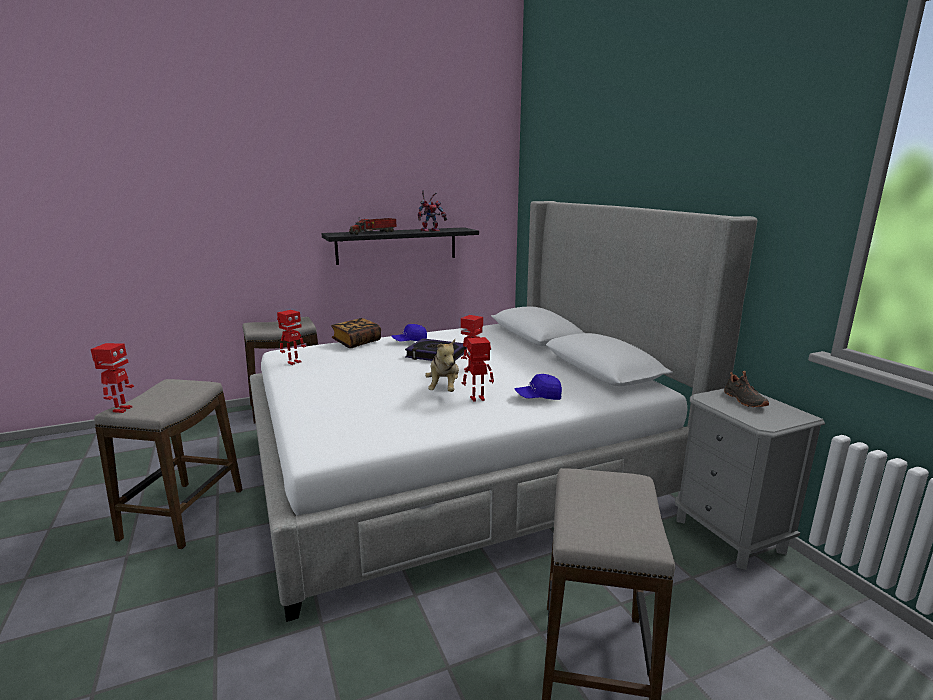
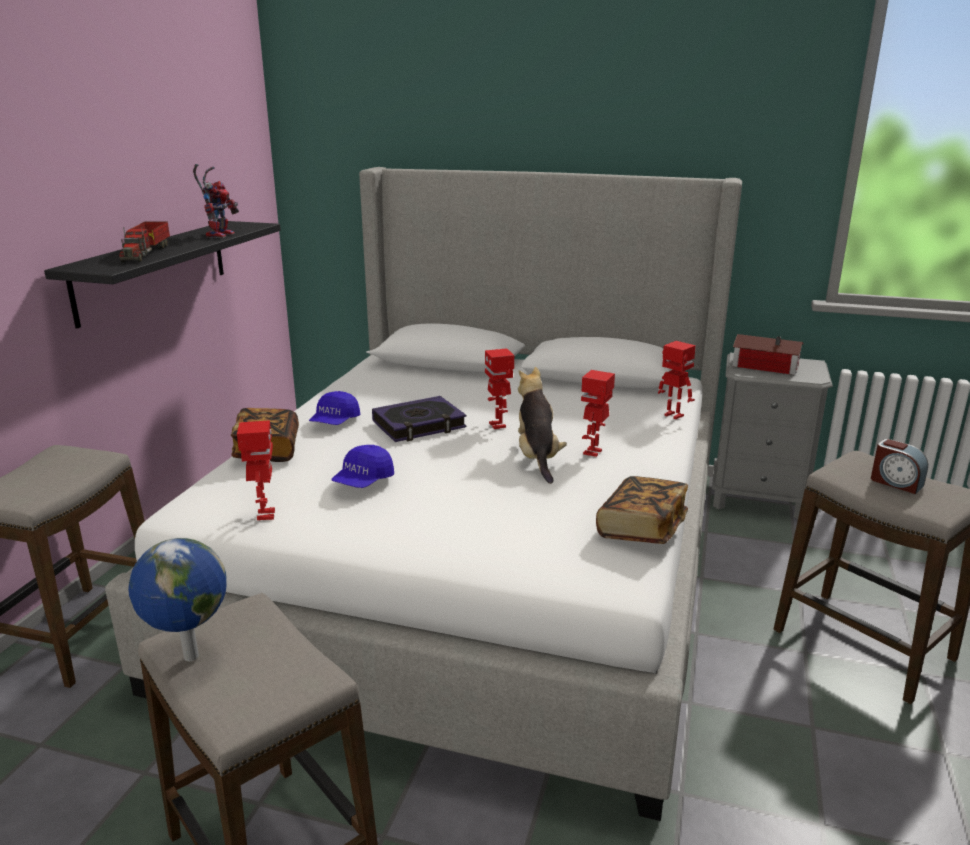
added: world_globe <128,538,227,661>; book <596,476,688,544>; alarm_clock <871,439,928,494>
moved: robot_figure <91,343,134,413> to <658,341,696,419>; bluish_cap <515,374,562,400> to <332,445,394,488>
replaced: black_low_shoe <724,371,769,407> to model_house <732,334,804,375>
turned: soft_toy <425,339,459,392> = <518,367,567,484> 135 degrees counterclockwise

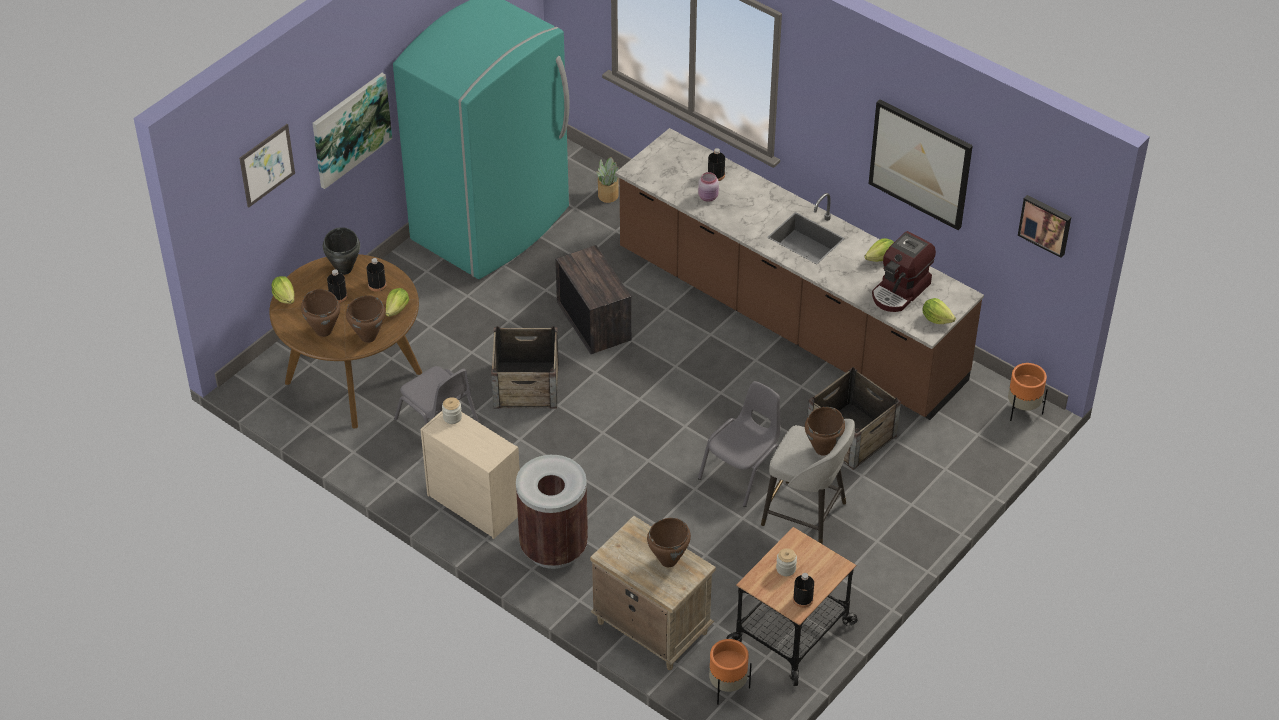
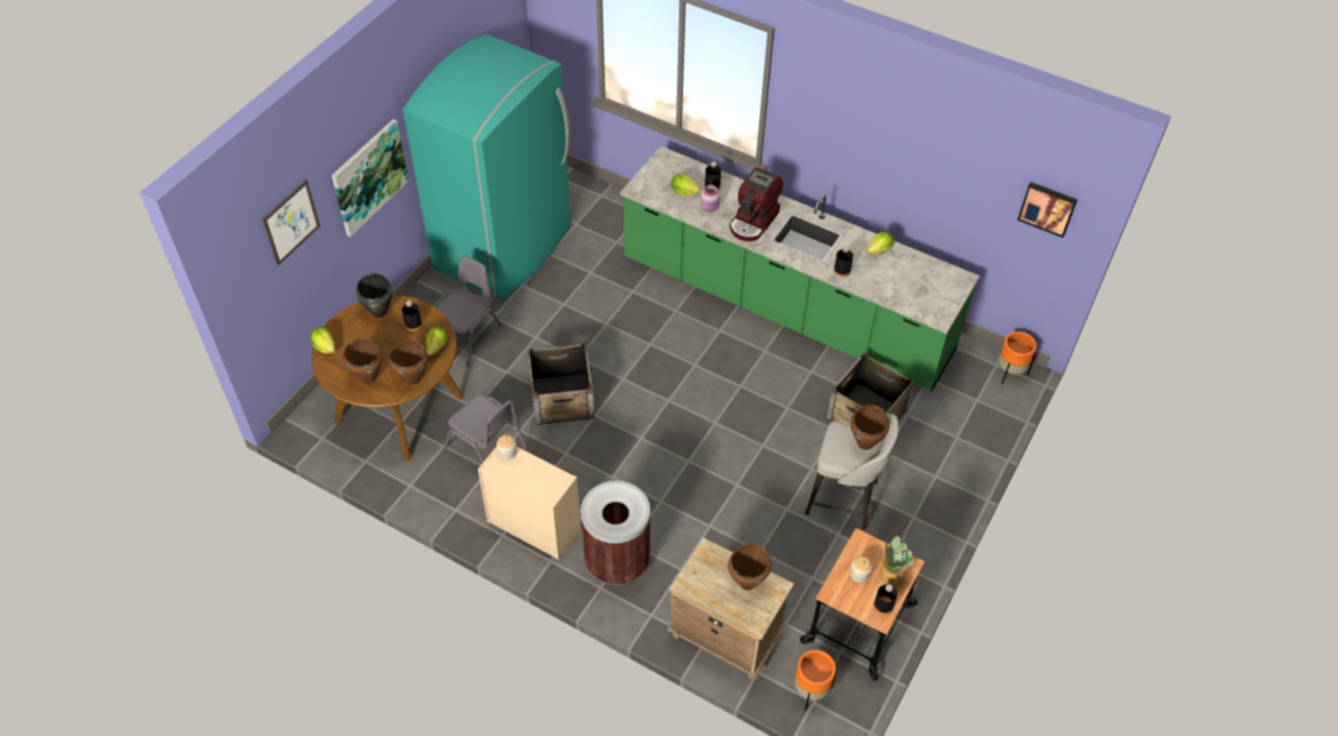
removed: shipping_crate <555,245,631,354>; wall_picture <869,99,973,230>
moved: black_drink_bottle <327,269,347,303> to <834,246,853,277>; houseplant <597,157,619,203> to <879,536,914,587>; gray_plain_chair <698,381,781,507> to <433,256,502,366>; coffee_maker <872,231,936,312> to <729,167,783,241>; lettuce <922,298,956,324> to <671,173,700,196>
recoloured: brown_kitchen_counter <615,128,984,420> to green_kitchen_counter <620,146,980,391>

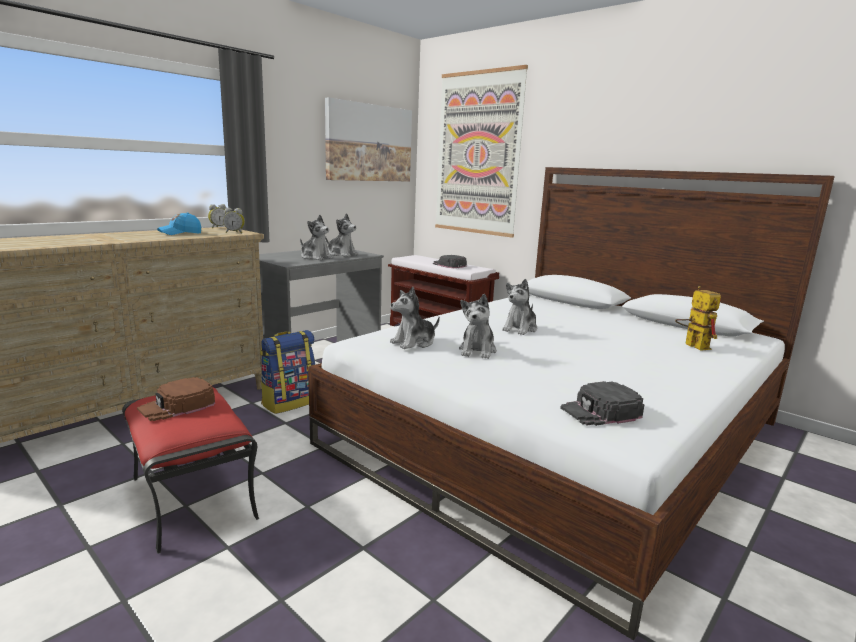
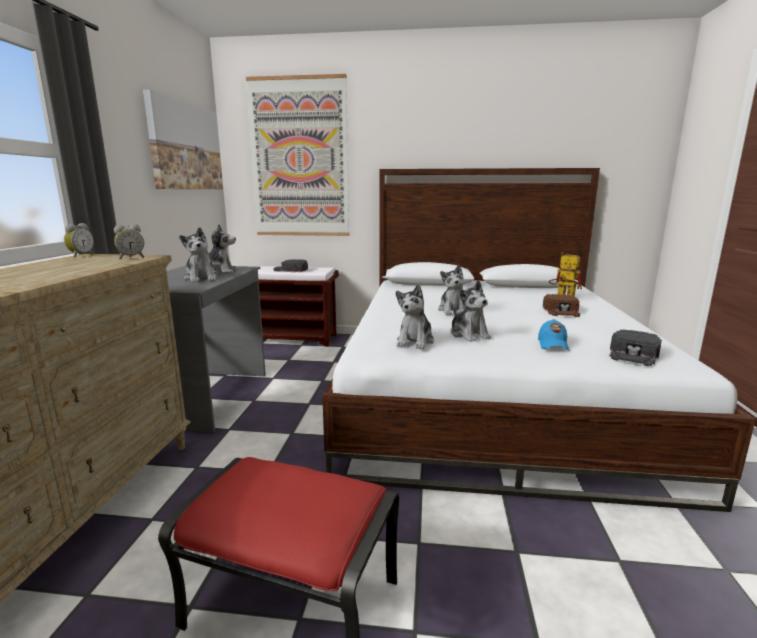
removed: rucksack <260,330,315,414>
moved: brown_cap <137,377,215,421> to <543,294,580,317>; bluish_cap <157,213,201,235> to <538,319,570,351>
turned: soft_toy <300,215,333,260> = <179,227,218,282> 60 degrees clockwise

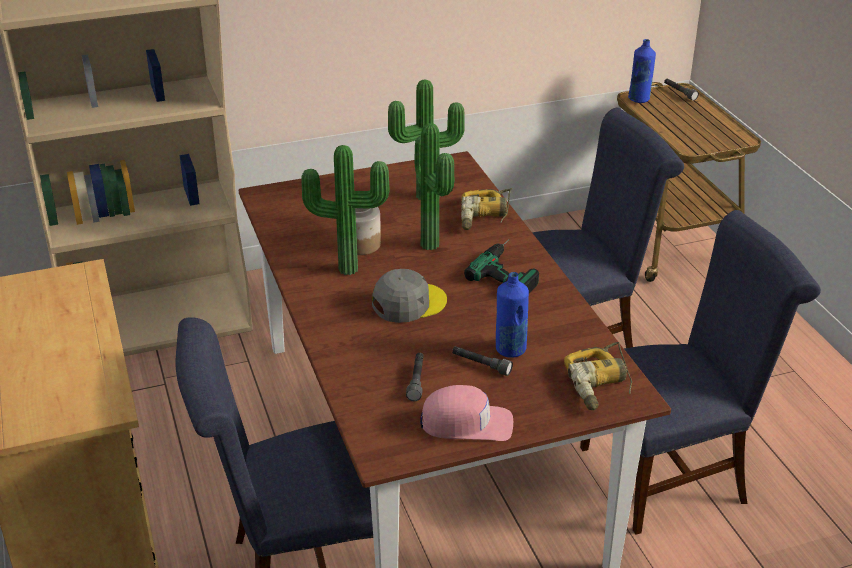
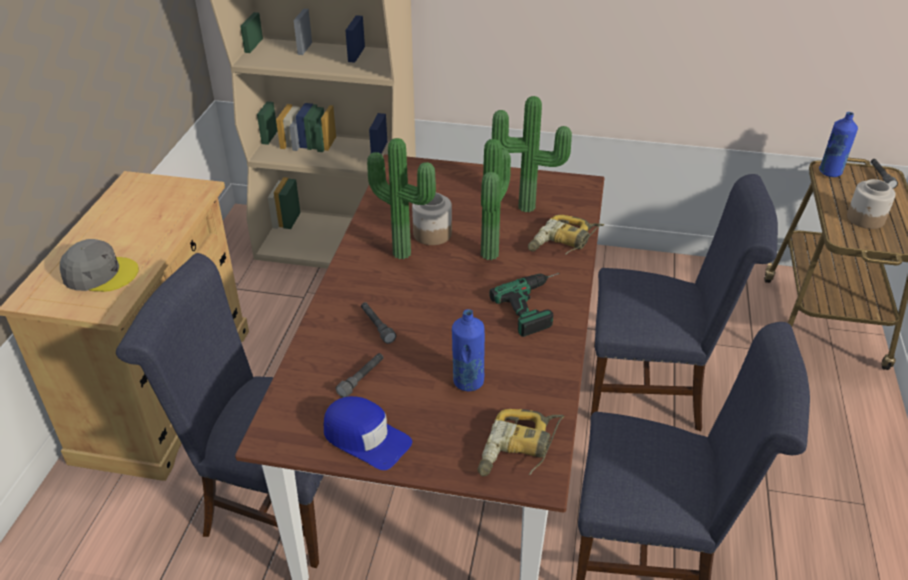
added: preserve_jar <847,179,896,229>
moved: gray_cap <372,269,447,323> to <60,239,139,292>; gray_hand_torch <452,346,513,376> to <361,302,396,344>
recoloured: pink_cap <420,385,513,441> to bluish_cap <323,396,412,470>

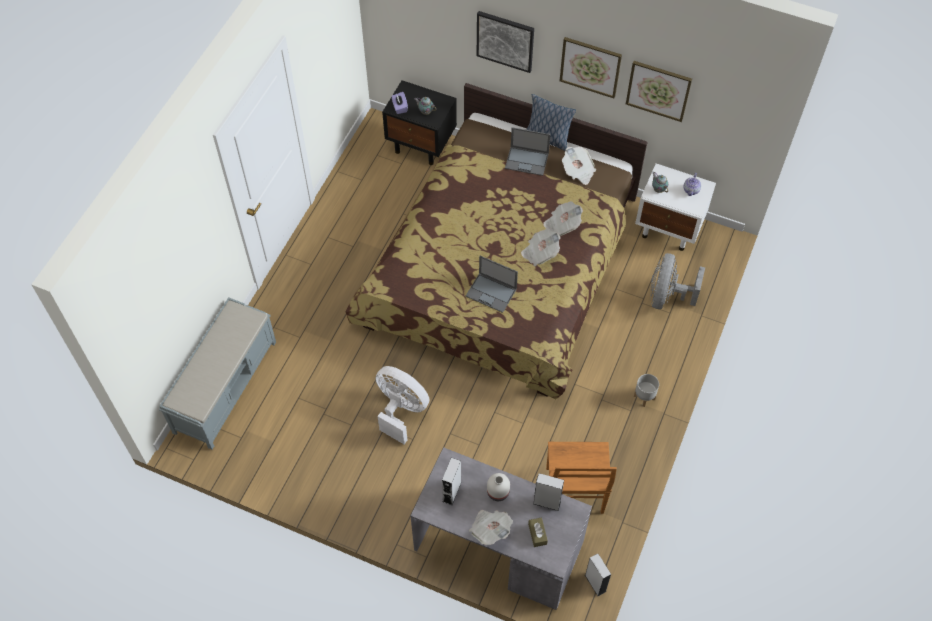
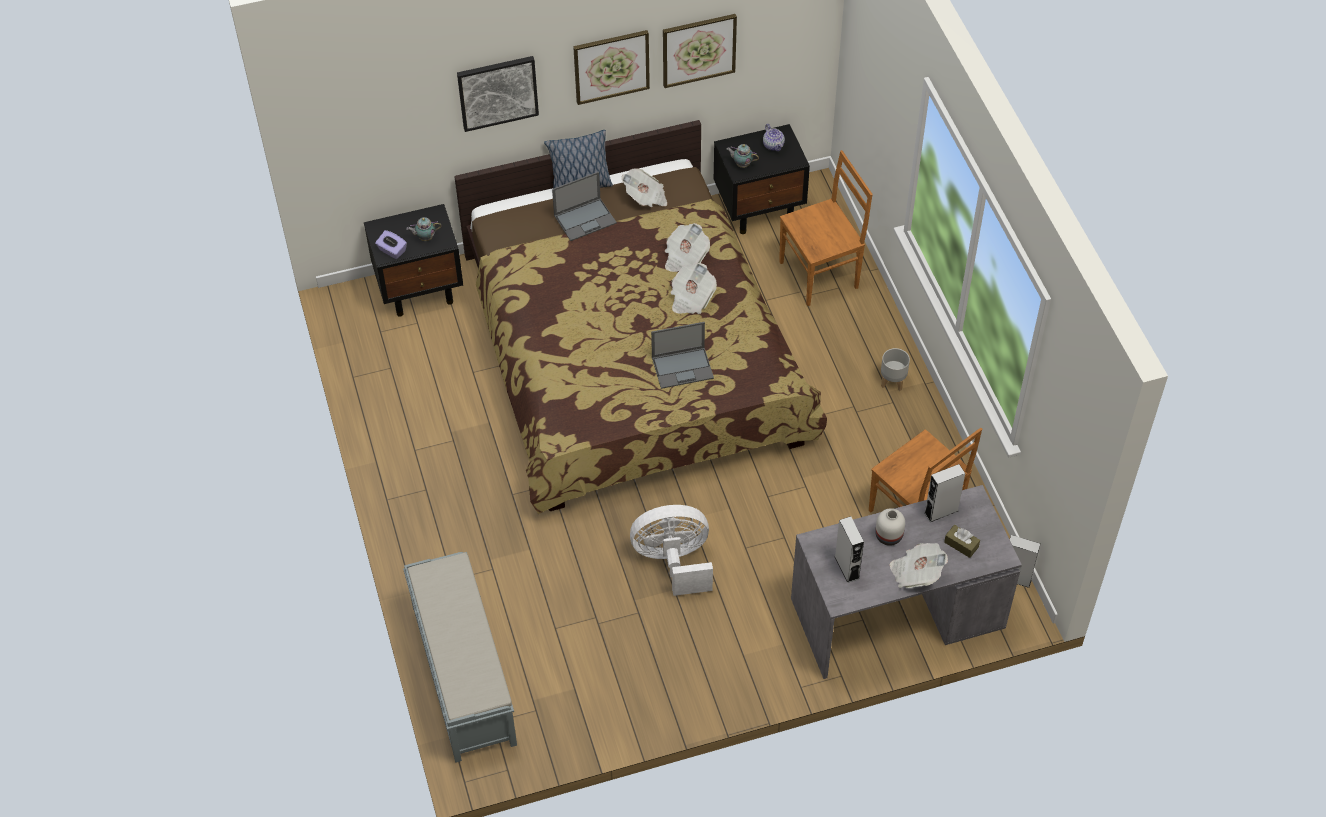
replaced: gray_cooling_fan <650,253,705,309> to brown_plain_chair <779,150,873,306>
recoloured: white_bedside_table <635,164,716,251> to black_bedside_table <714,124,810,234>

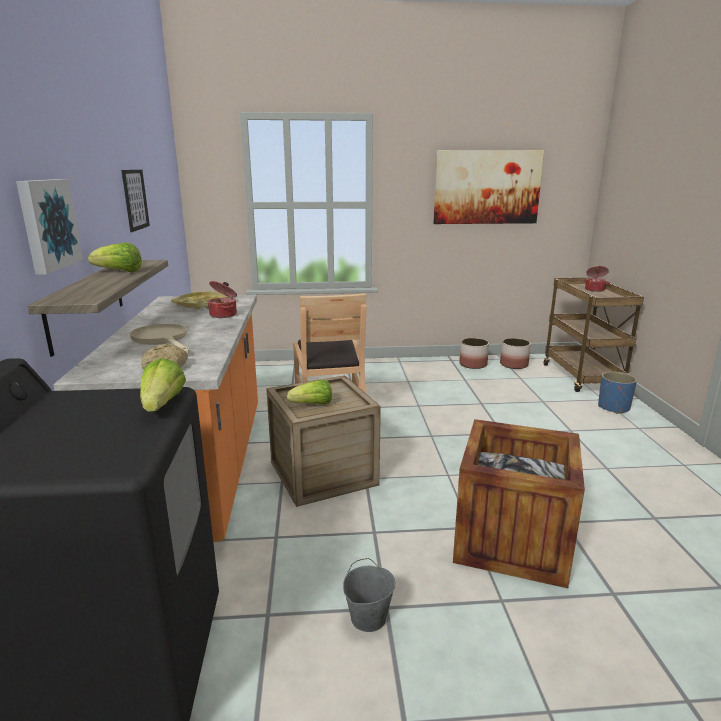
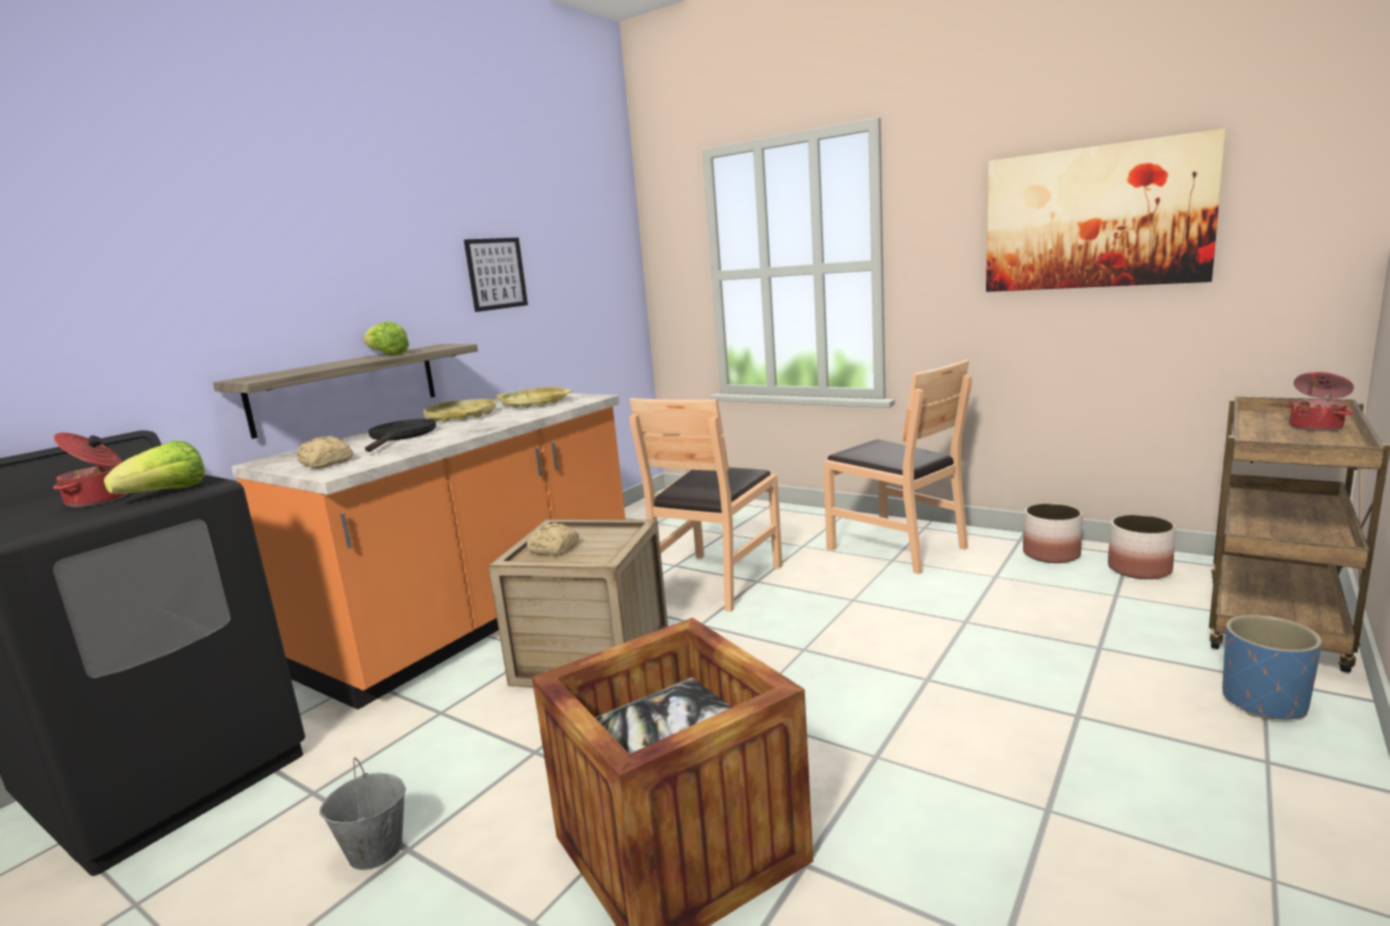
removed: wall_picture <16,179,83,275>
added: yellow_carrying_tray <423,399,496,422>; brown_plain_chair <823,359,972,574>
moved: saucepot <208,281,237,318> to <53,433,128,507>
replaced: lettuce <287,379,332,405> to bread <527,522,579,556>
recoloured: sand-coloured_pan <130,324,190,353> to black_pan <365,419,436,452>

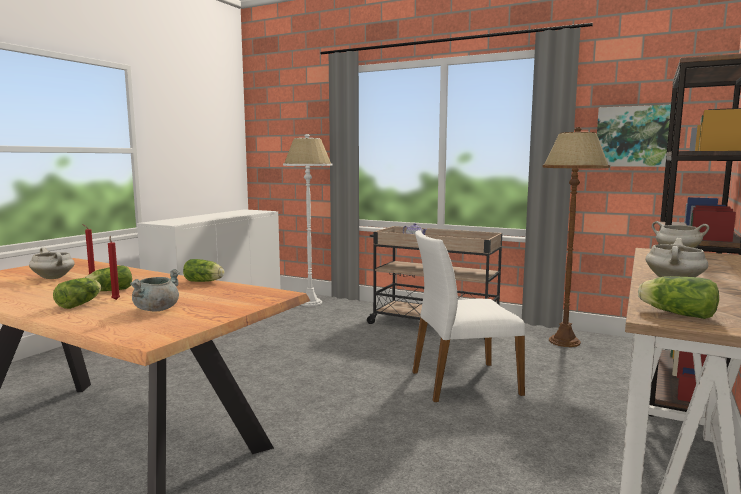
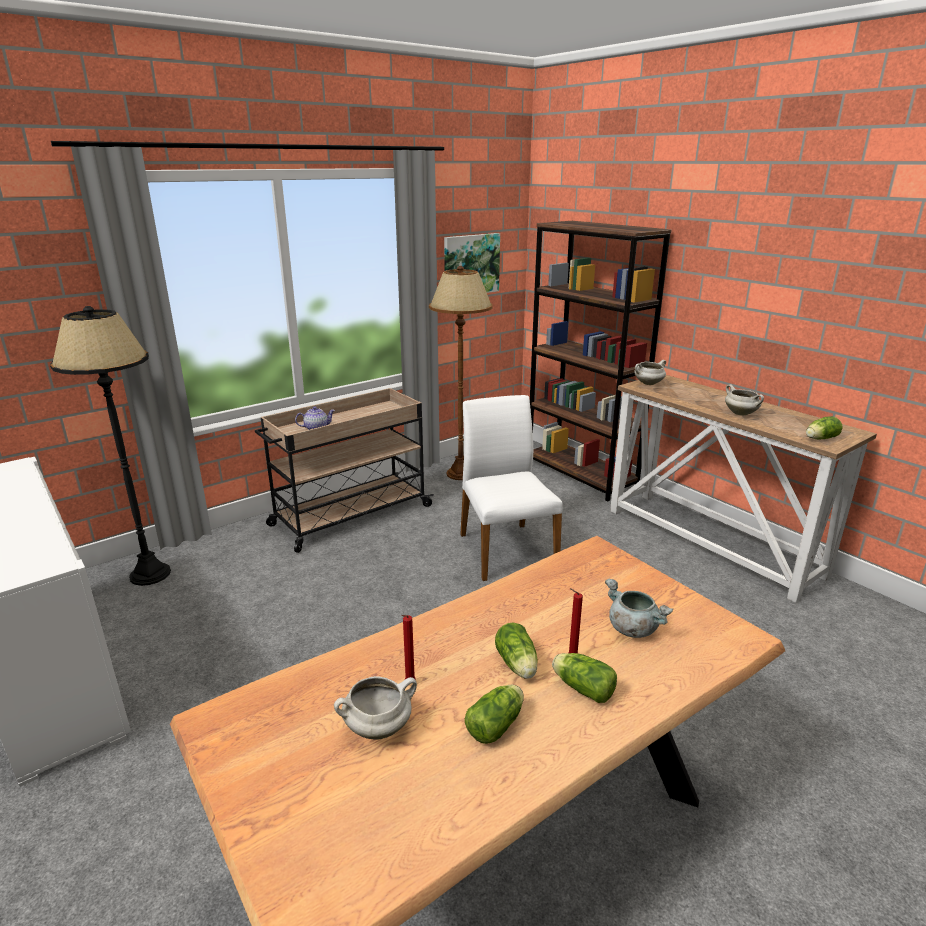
moved: lettuce <183,259,224,282> to <465,685,524,744>
recoloured: white_standing_lamp <283,134,332,306> to black_standing_lamp <50,306,171,586>
turned: white_plain_chair <412,230,525,402> = <460,395,563,581> 150 degrees clockwise

